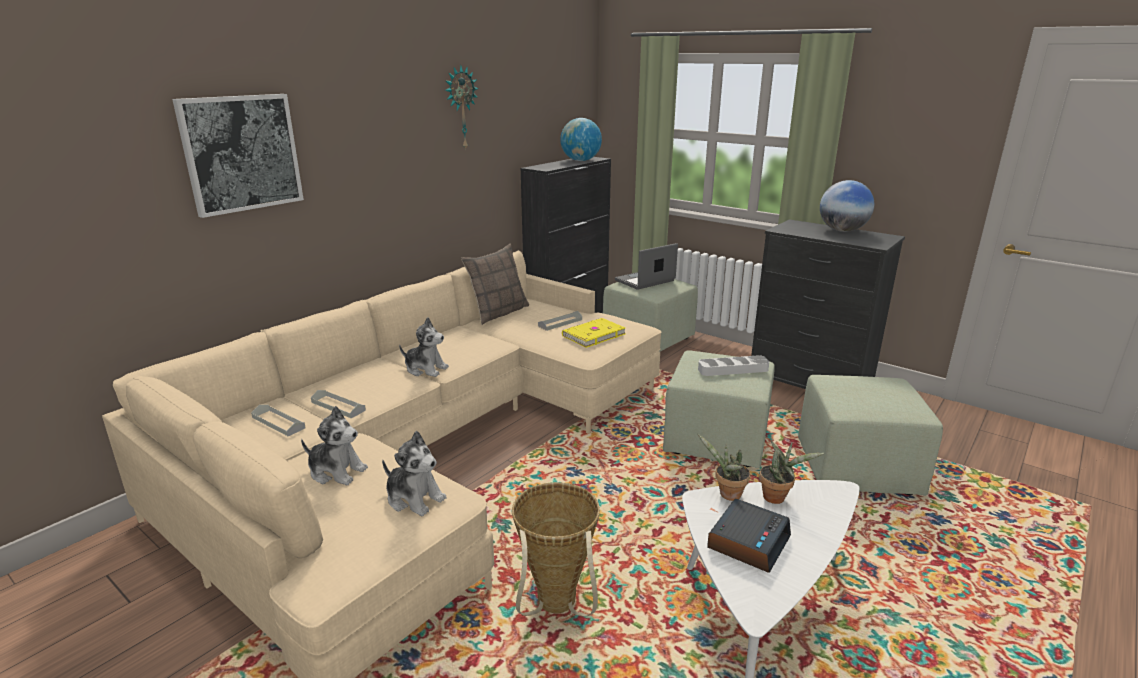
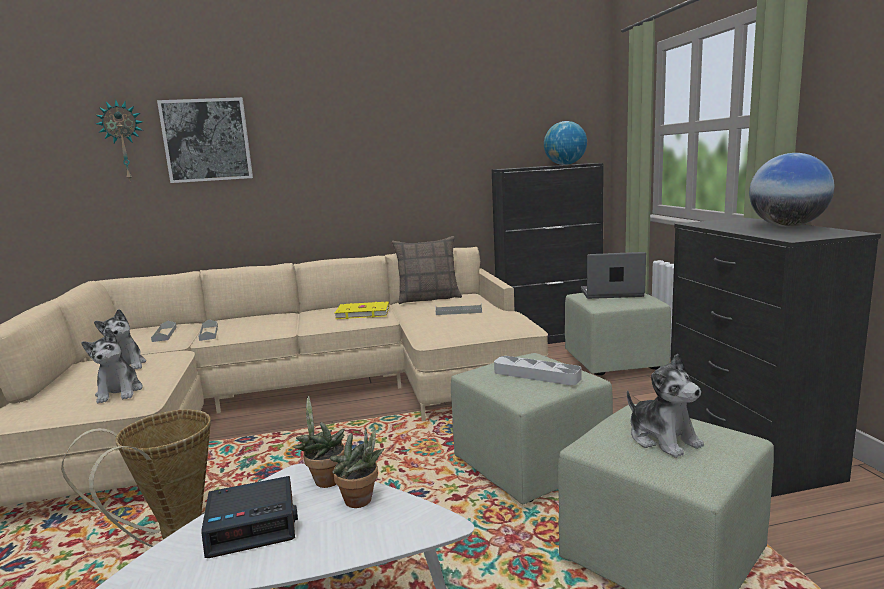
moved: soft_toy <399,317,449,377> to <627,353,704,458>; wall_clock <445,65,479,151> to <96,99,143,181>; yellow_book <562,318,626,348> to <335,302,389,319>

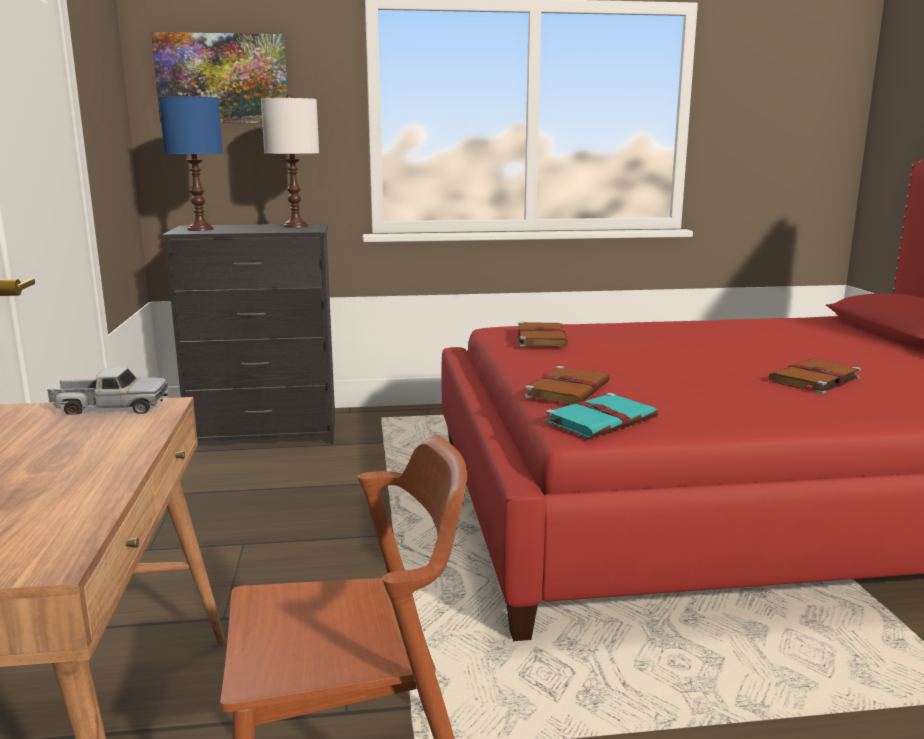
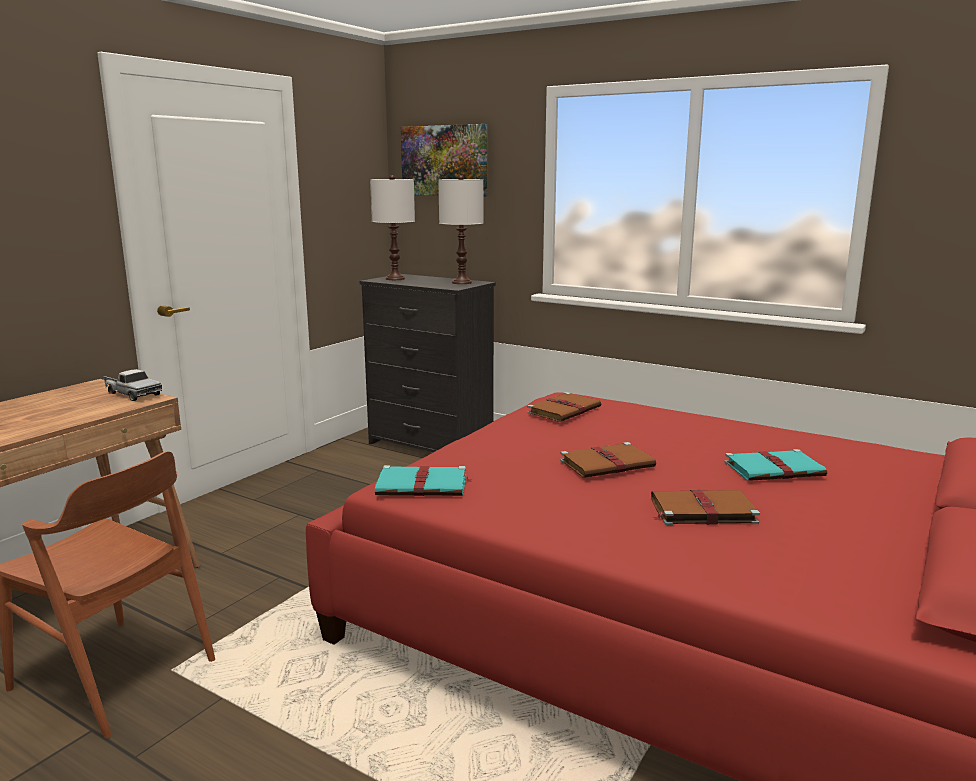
added: blue-green_book <724,449,827,481>
moved: brown_book <524,366,610,405> to <560,442,656,478>
recoloured: bluish_table_lamp <159,92,223,231> to white_table_lamp <370,175,415,280>

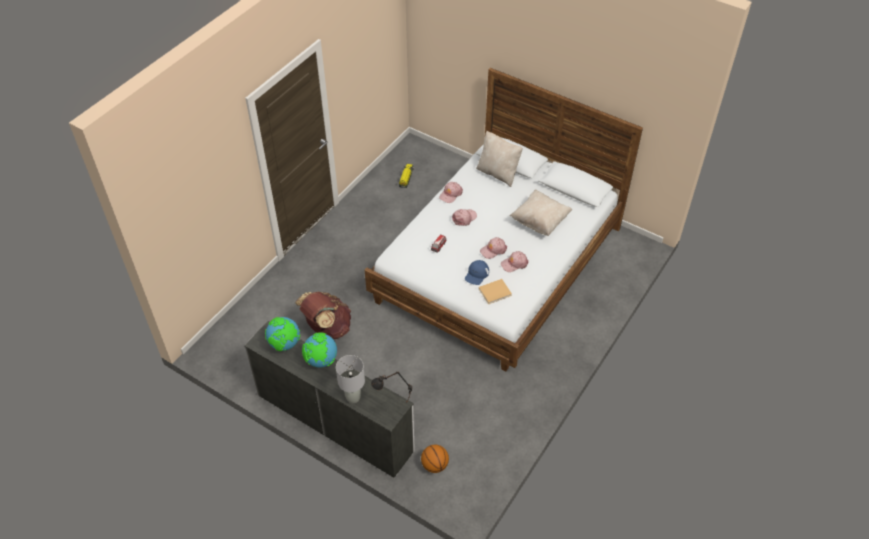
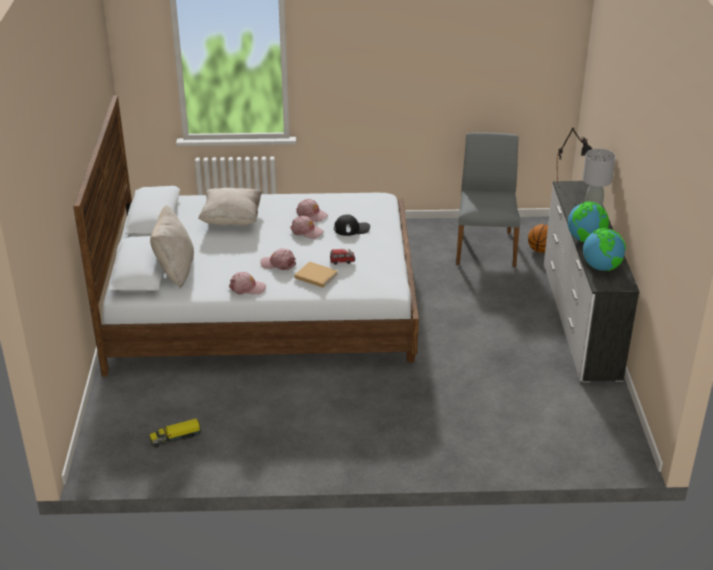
removed: brown_rucksack <295,292,351,339>
added: gray_plain_chair <456,132,520,267>
moved: sand-coloured_book <479,279,512,304> to <294,261,338,288>
recoloured: bluish_cap <465,260,489,285> to black_cap <334,214,370,236>

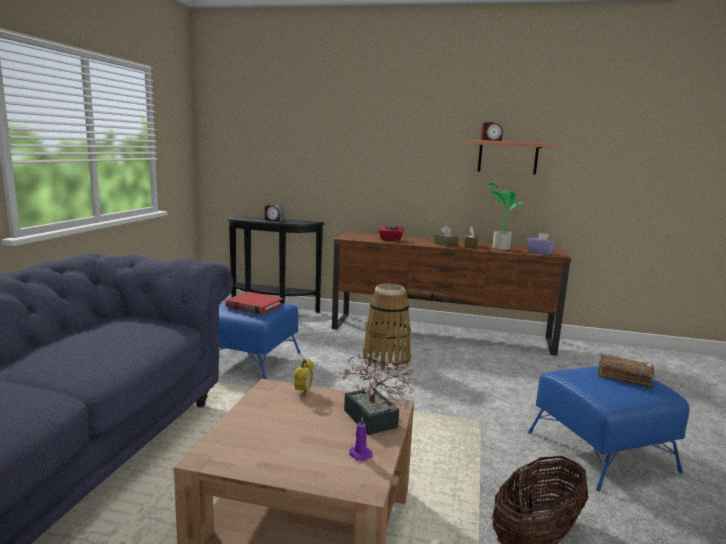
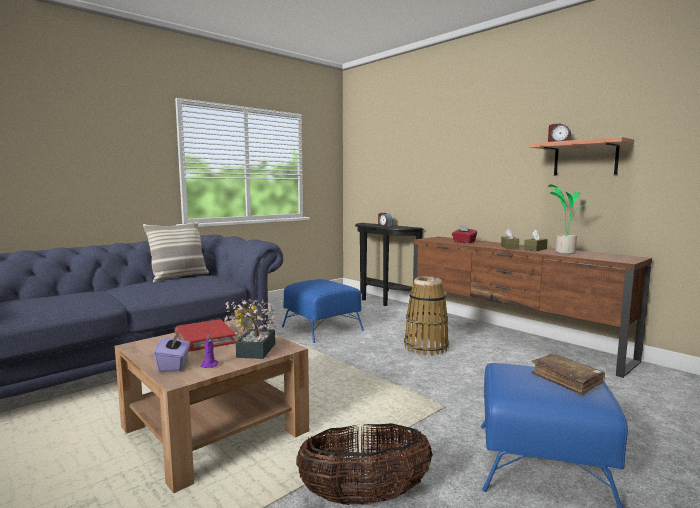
added: cushion <143,222,209,282>
moved: red_book <225,292,283,314> to <174,319,236,352>; purplish_tissue_holder <527,233,557,255> to <154,332,190,372>

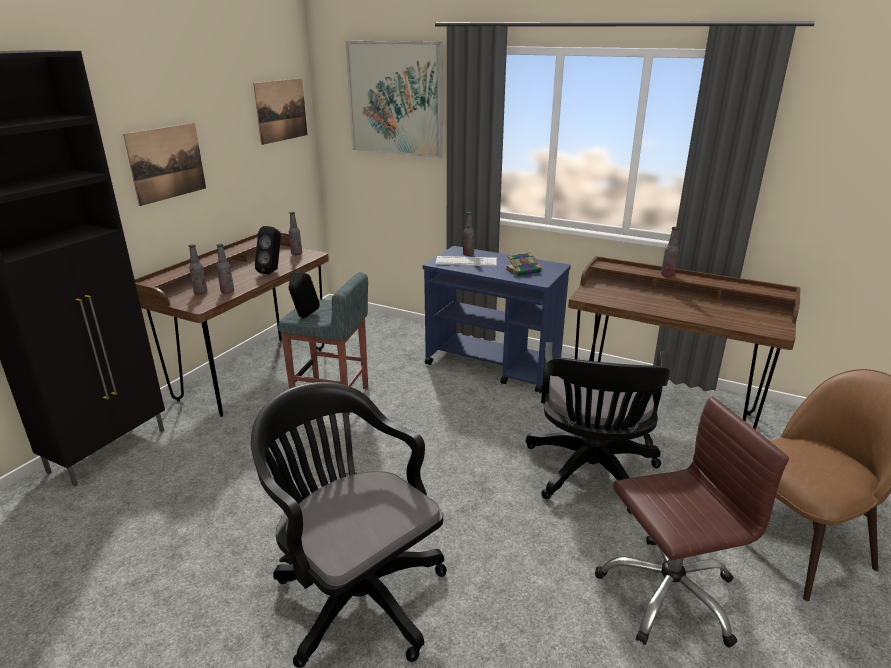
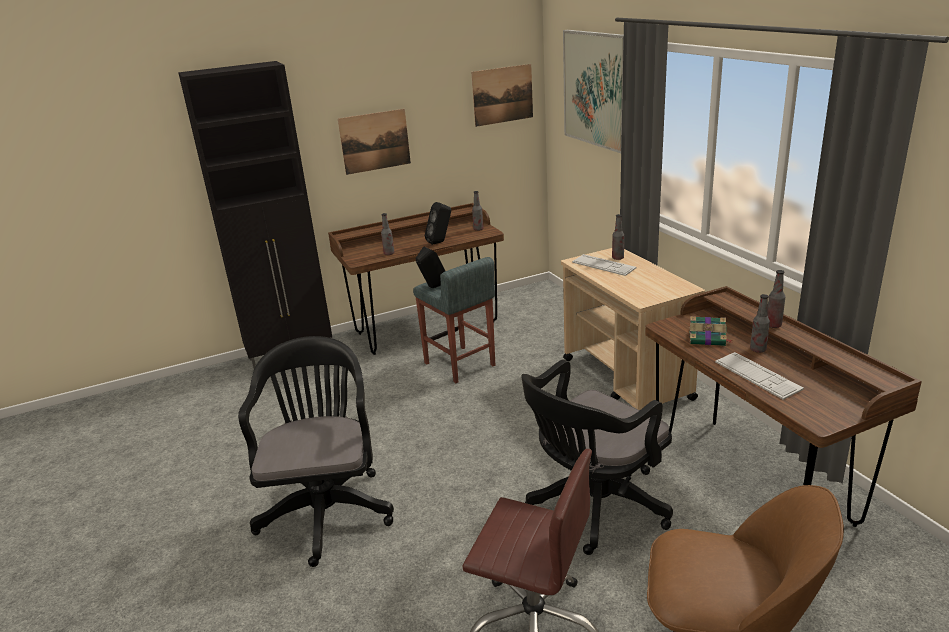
added: keyboard <715,352,804,400>
moved: drink_bottle <189,244,207,295> to <750,294,770,353>; book <506,252,542,276> to <689,316,733,346>
recoloured: bluish_wheeled_cart <423,246,571,393> to sand-coloured_wheeled_cart <561,248,705,410>

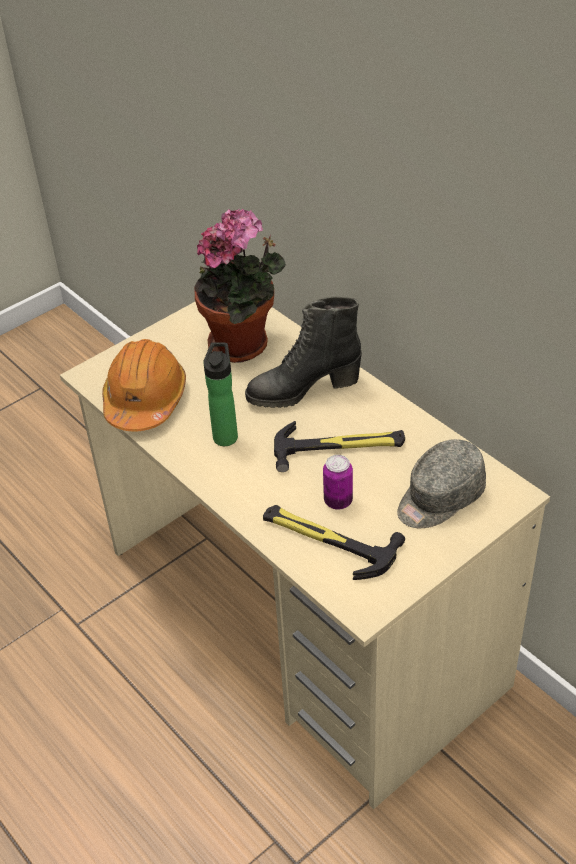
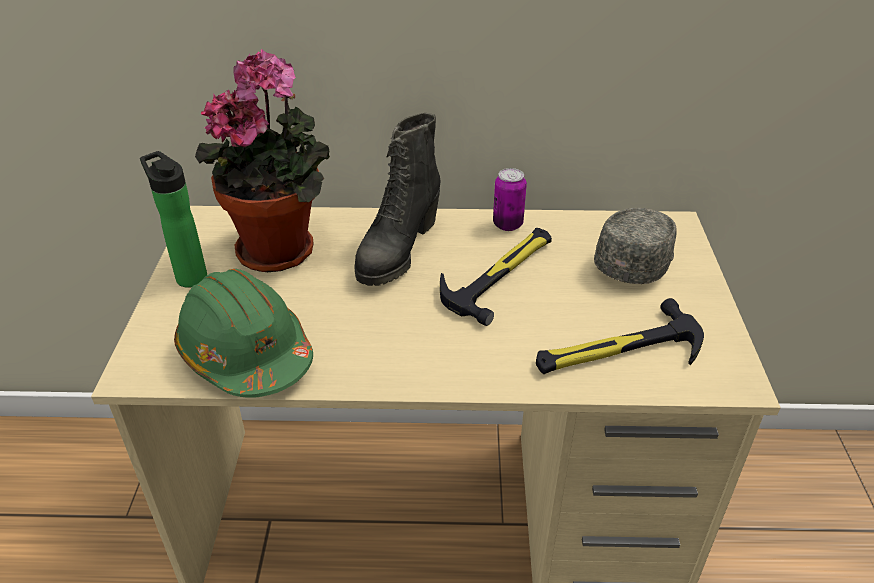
moved: drink_bottle <203,342,238,446> to <140,151,207,288>; can <323,455,353,510> to <493,168,527,231>
recoloured: orange-coloured_safety_helmet <102,339,186,432> to green_safety_helmet <174,269,313,398>
turned: gray_cap <397,439,486,528> = <594,208,677,284> 150 degrees counterclockwise

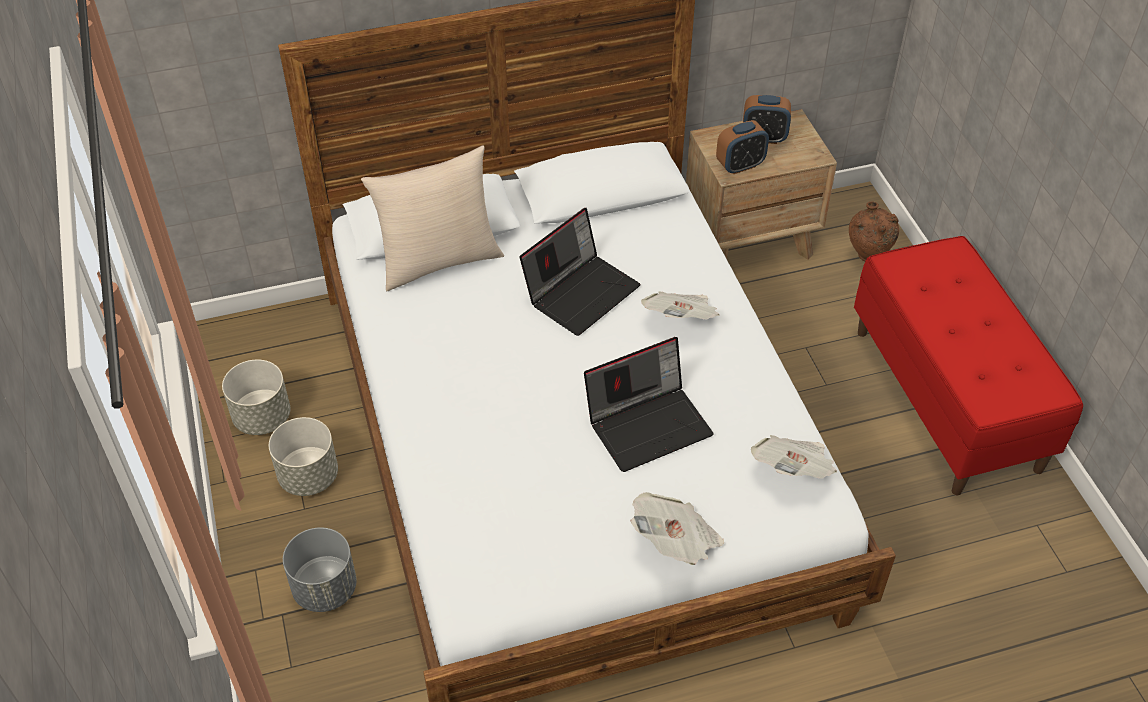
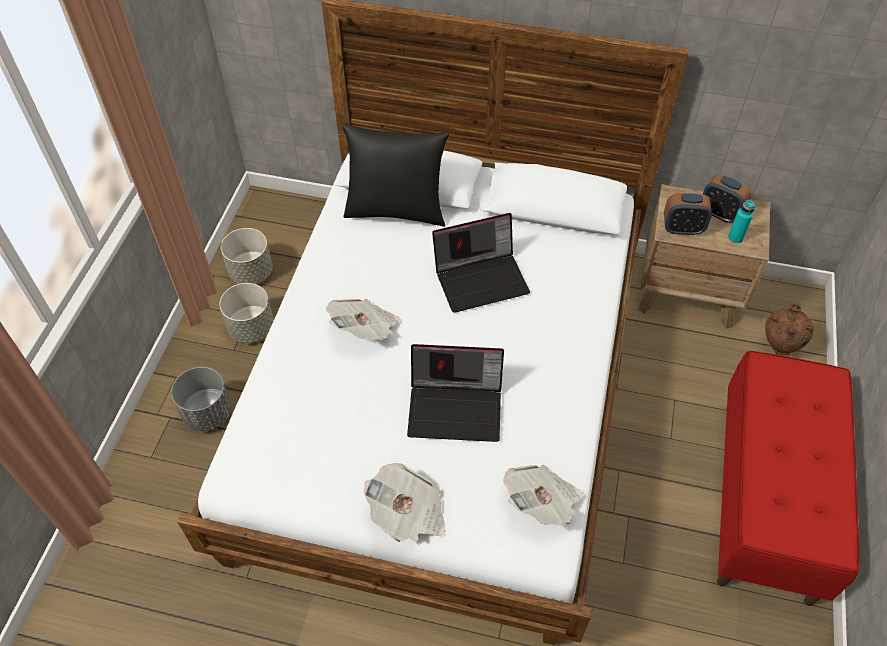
added: blue-green_drink_bottle <728,200,755,243>
moved: printed_paper <641,291,720,319> to <326,299,400,340>
recoloured: sand-coloured_cushion <361,145,504,291> to black_cushion <342,123,449,227>

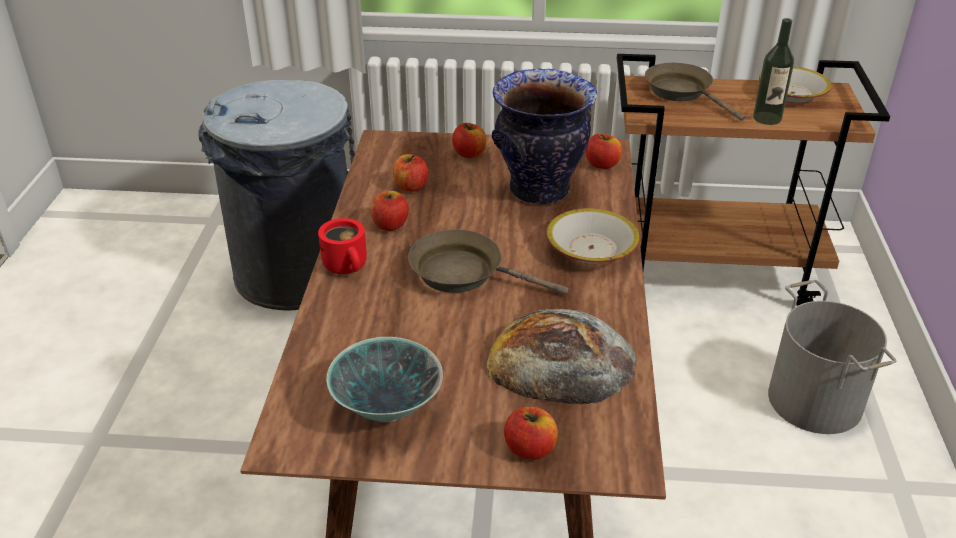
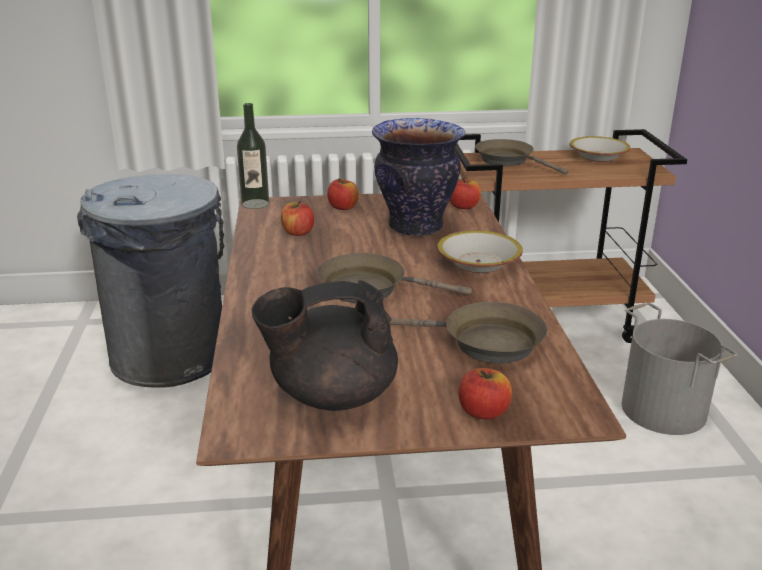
removed: red_coffee_mug <318,218,367,274>; apple_fruit <371,191,409,231>
moved: drink_bottle <753,18,794,125> to <237,103,269,209>
replaced: serving_bowl <326,337,443,422> to black_tea_pot <252,280,398,411>; bread <486,309,637,404> to brown_pan <390,302,547,363>

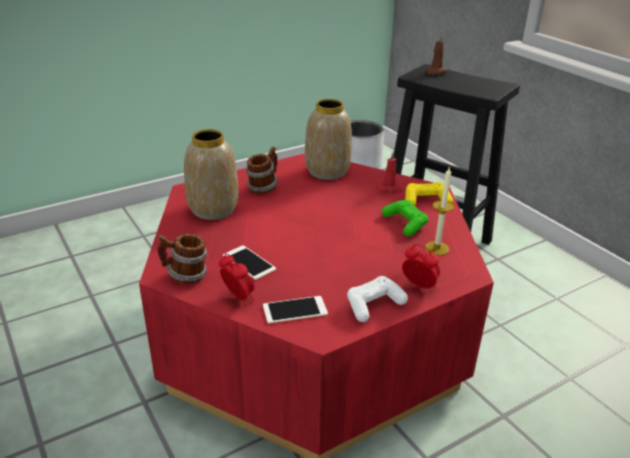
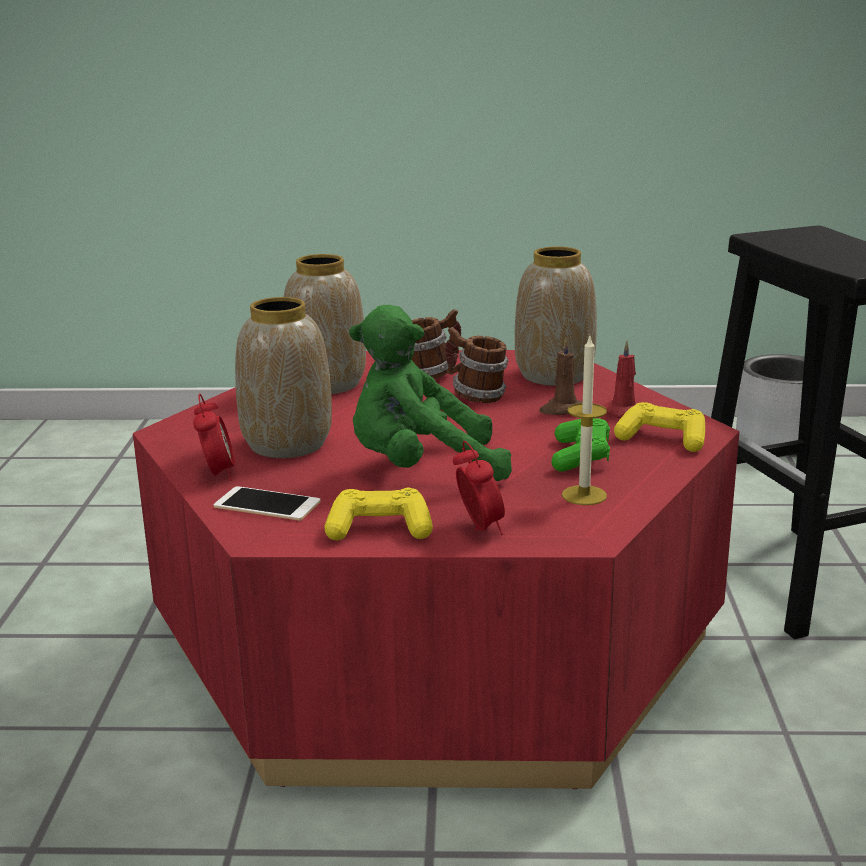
added: green_soft_toy <349,305,512,481>
moved: coffee_mug <157,234,208,284> to <445,327,509,403>; brown_wax_light <426,35,447,75> to <539,338,583,415>
replaced: phone <223,245,276,280> to decorative_vase <235,297,332,458>
recoloured: white_game_controller <347,276,408,322> to yellow_game_controller <325,487,433,540>

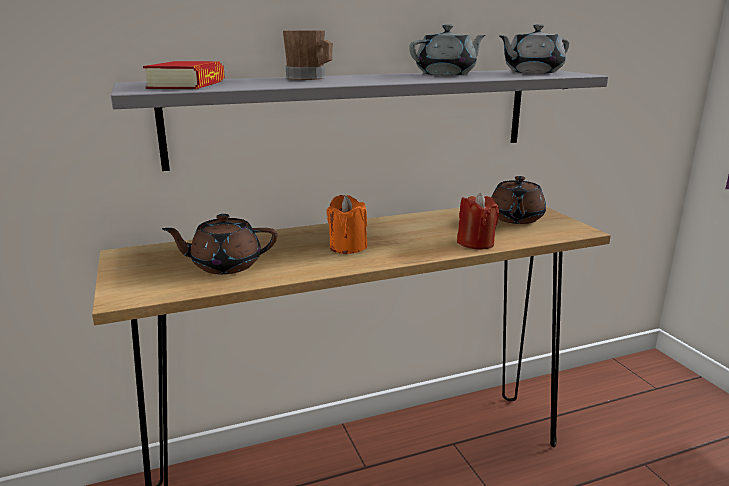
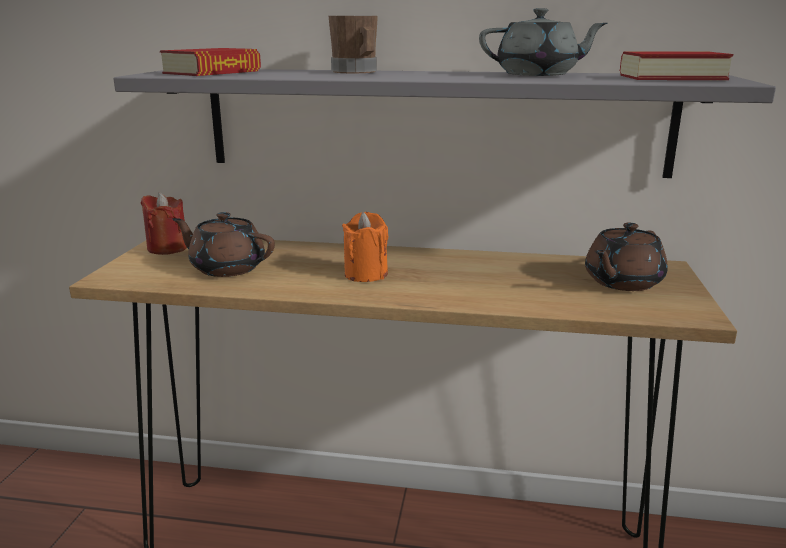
moved: red_wax_light <457,193,499,250> to <140,193,187,255>
replaced: gray_tea_pot <498,24,569,74> to book <620,51,733,80>

